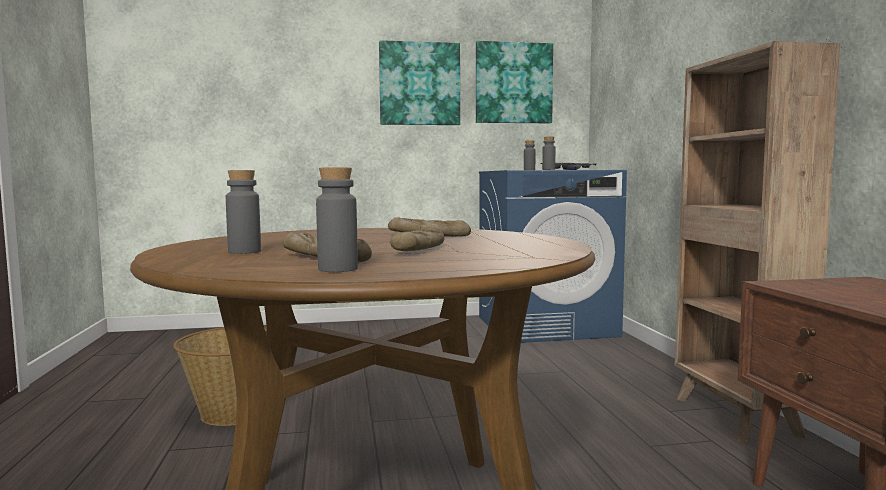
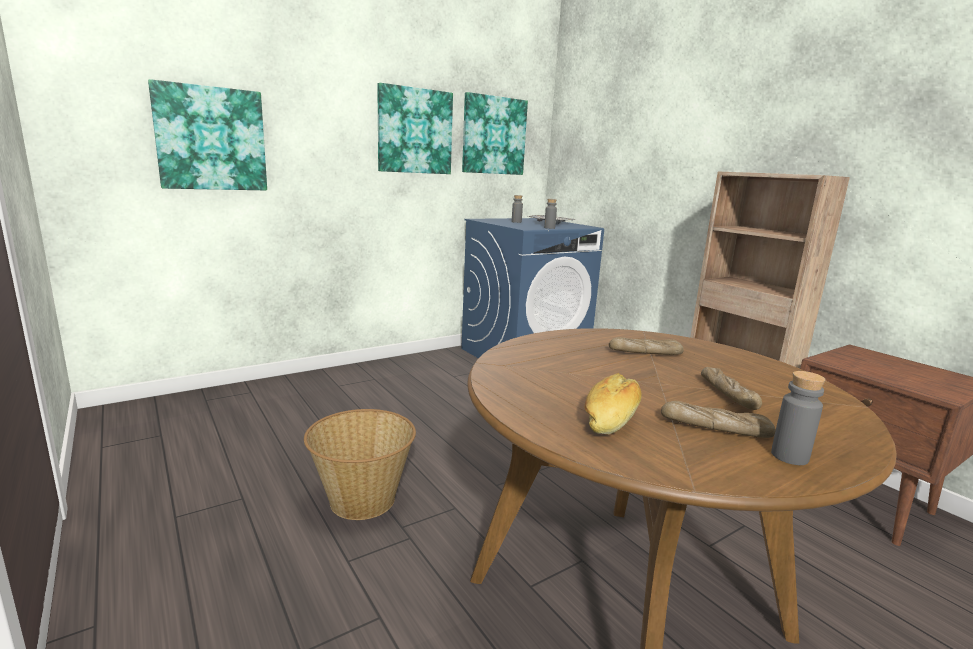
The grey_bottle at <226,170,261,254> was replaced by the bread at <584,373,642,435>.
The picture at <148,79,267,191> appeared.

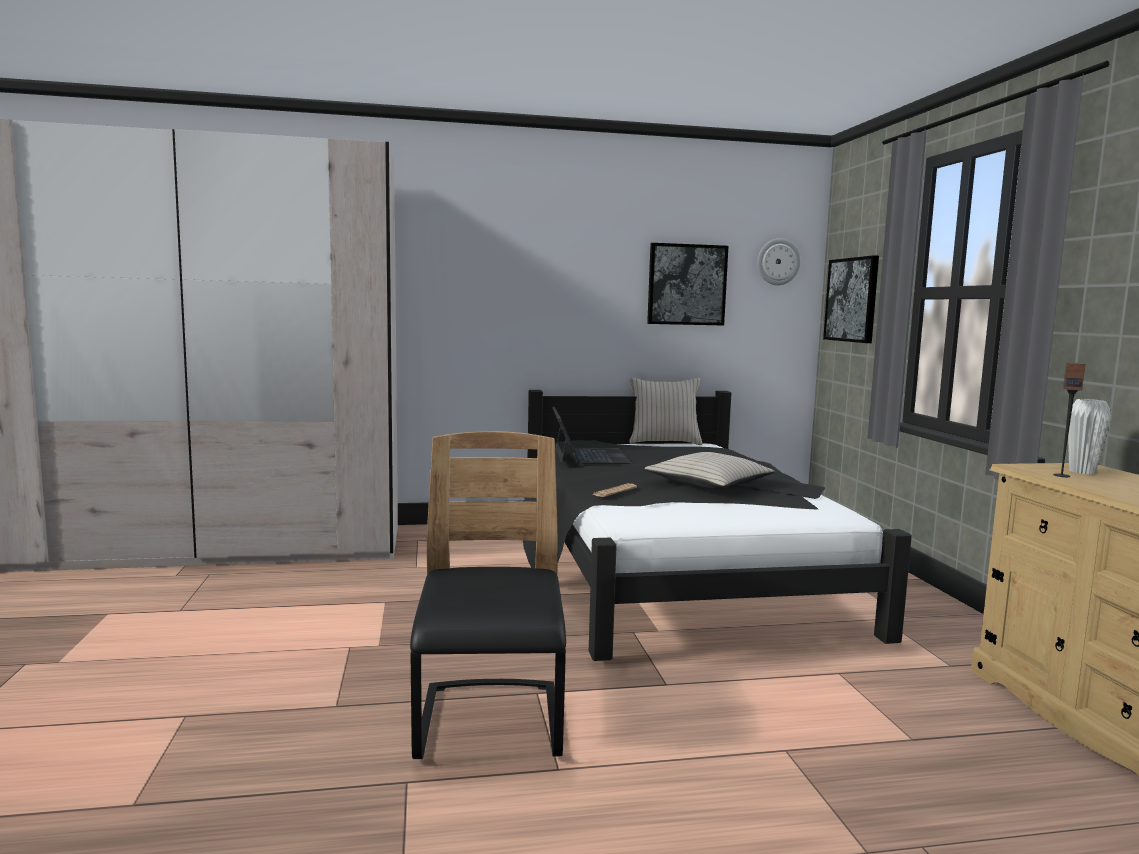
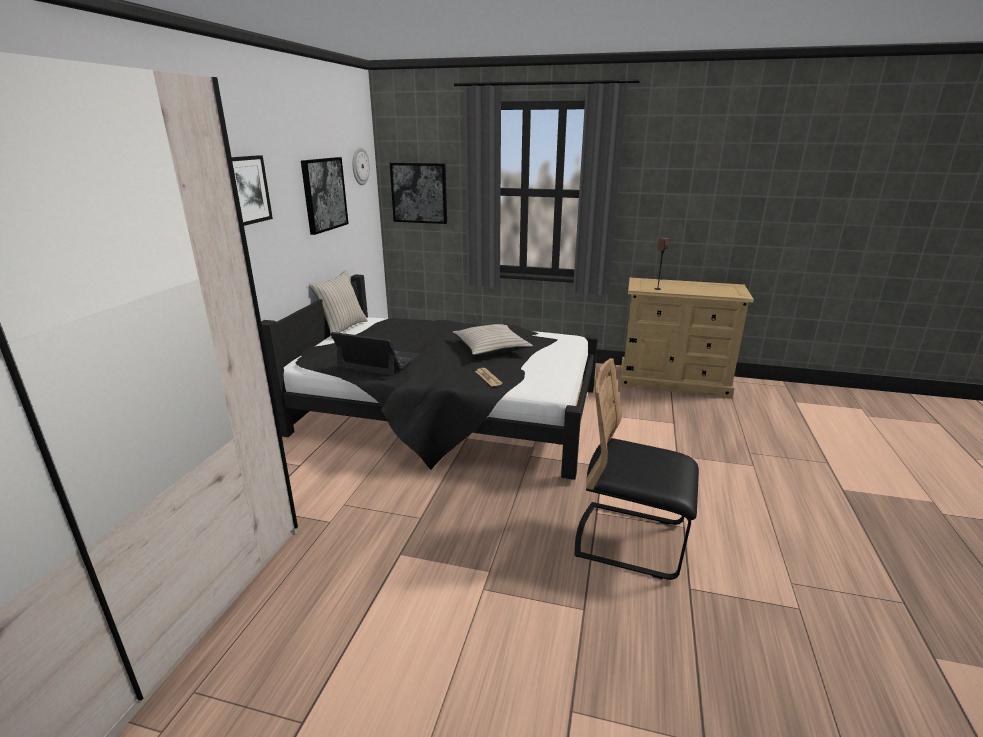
The white_vase at <1068,399,1112,474> disappeared.
The picture at <232,155,273,226> appeared.

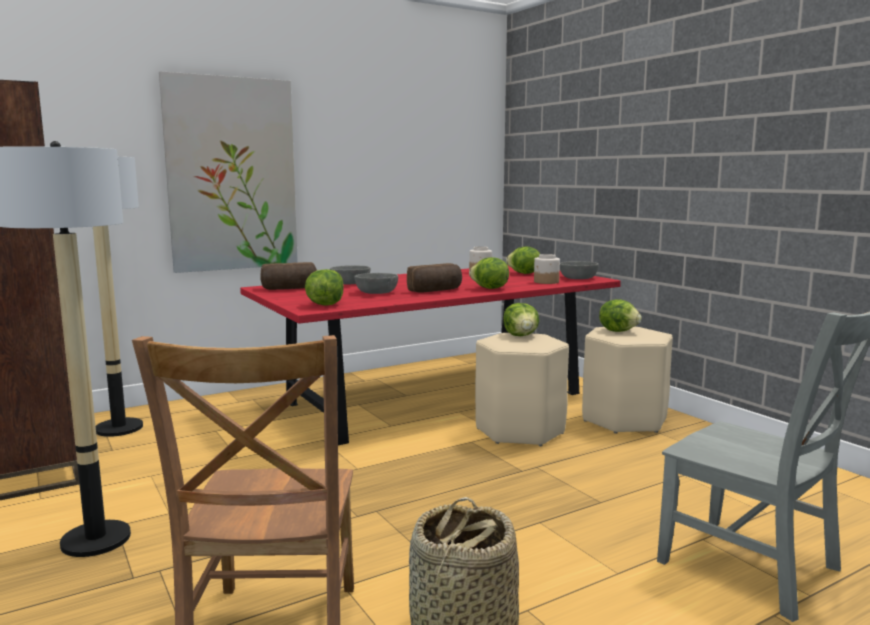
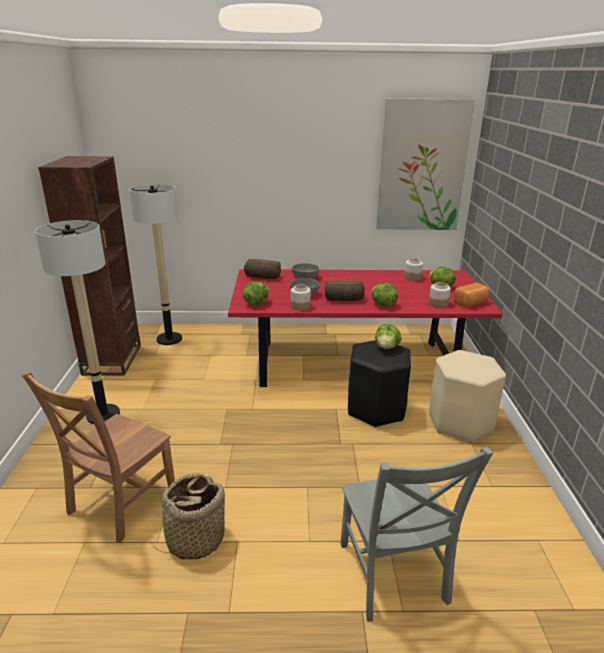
The picture moved from <159,71,298,273> to <376,98,475,230>.
The grey_bowl at <560,261,599,279> was replaced by the bread at <454,283,489,307>.
The lettuce at <599,299,642,332> disappeared.
The beige_stool at <475,333,569,446> became the black_stool at <348,340,411,428>.
The jar at <291,284,311,311> appeared.

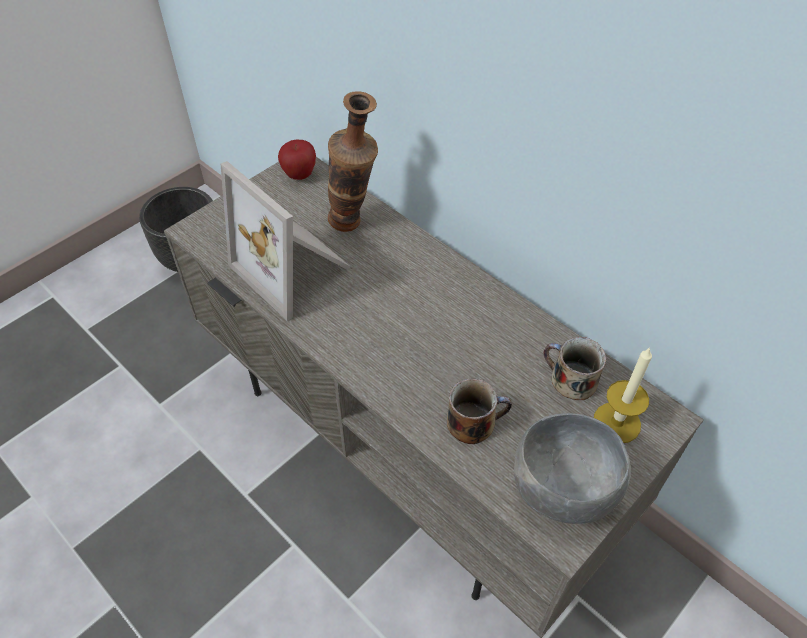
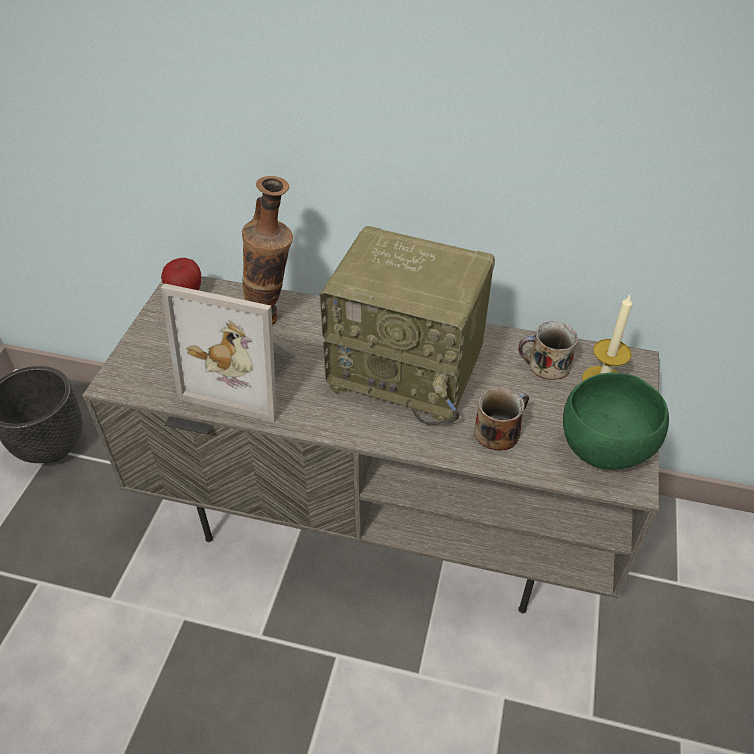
The grey_bowl at <514,413,631,524> became the green_bowl at <563,372,669,470>.
The radio at <320,226,495,425> appeared.

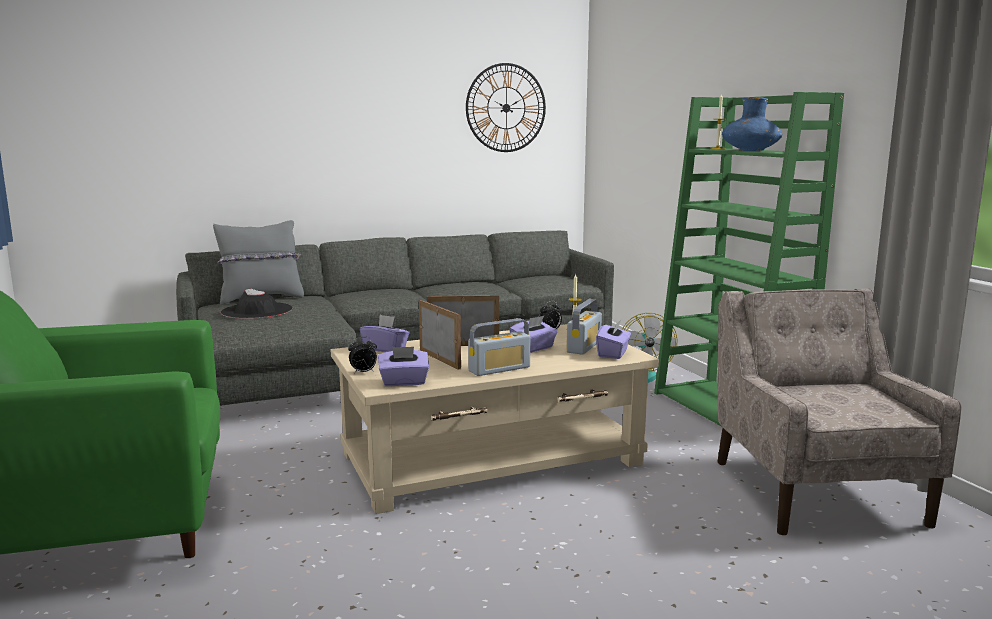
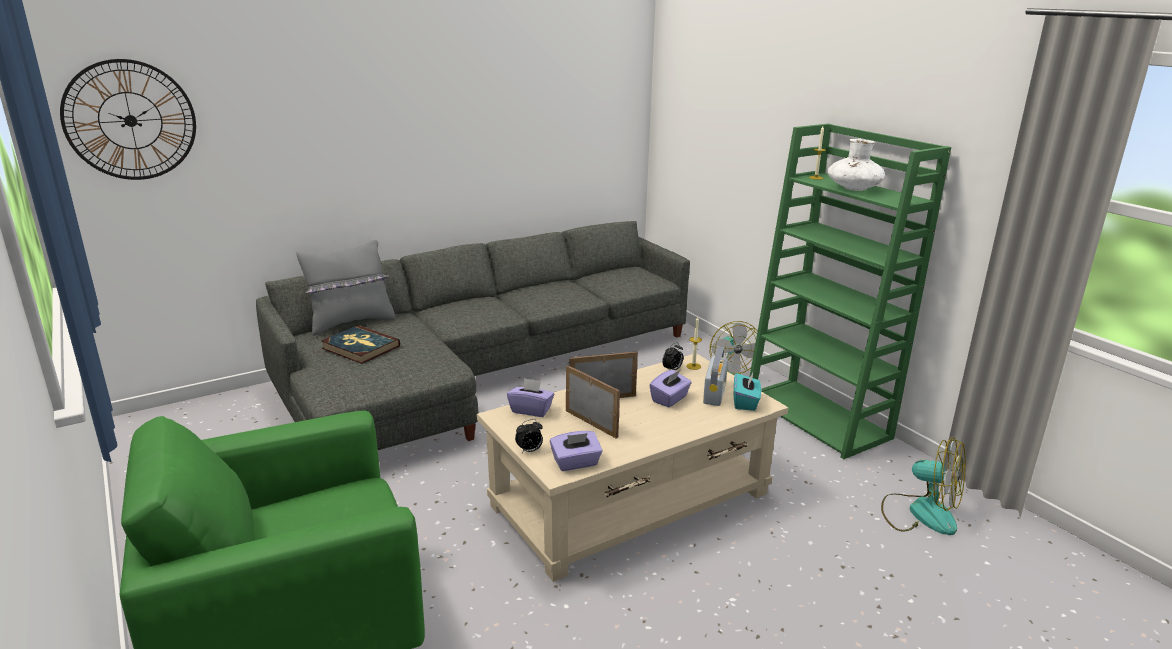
The wall_clock moved from <466,63,546,152> to <60,59,196,180>.
The blue_vase at <722,97,782,151> became the white_vase at <828,139,885,191>.
The beige_armchair at <718,288,961,535> was replaced by the fan at <881,437,966,535>.
The black_hat at <221,289,292,319> was replaced by the book at <321,325,400,364>.
The radio at <468,318,530,376> disappeared.
The purple_tissue_box at <596,319,631,359> became the turquoise_tissue_box at <734,373,761,411>.

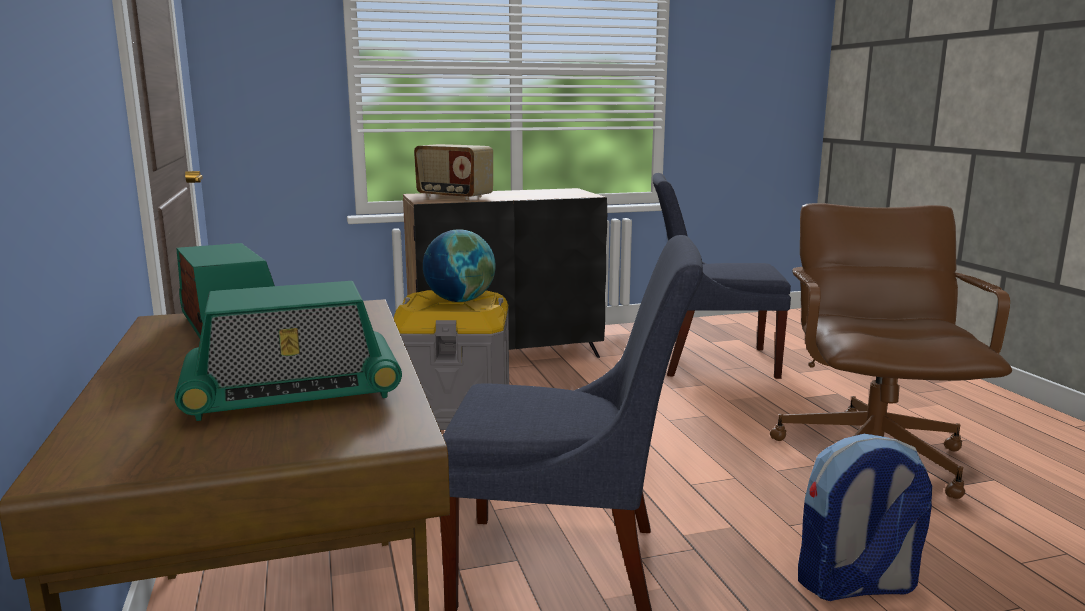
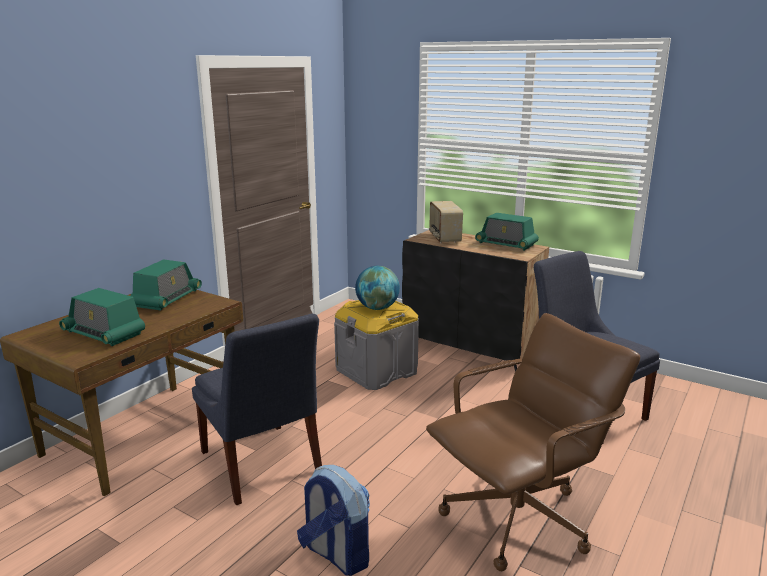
The radio at <475,213,539,251> appeared.

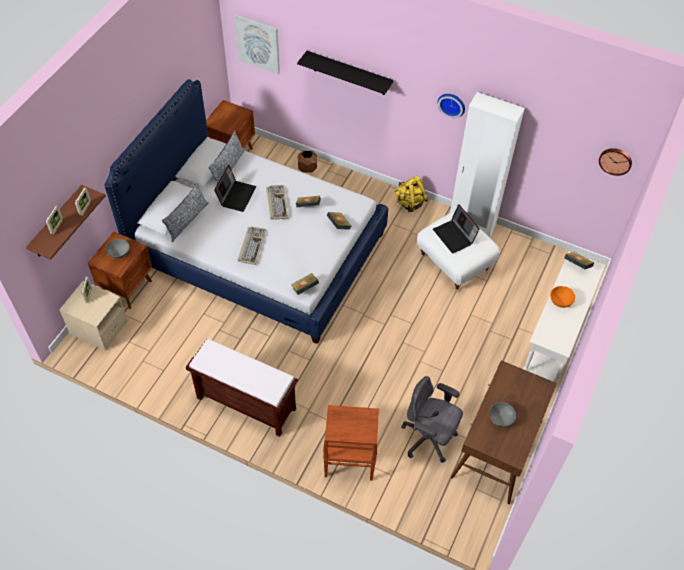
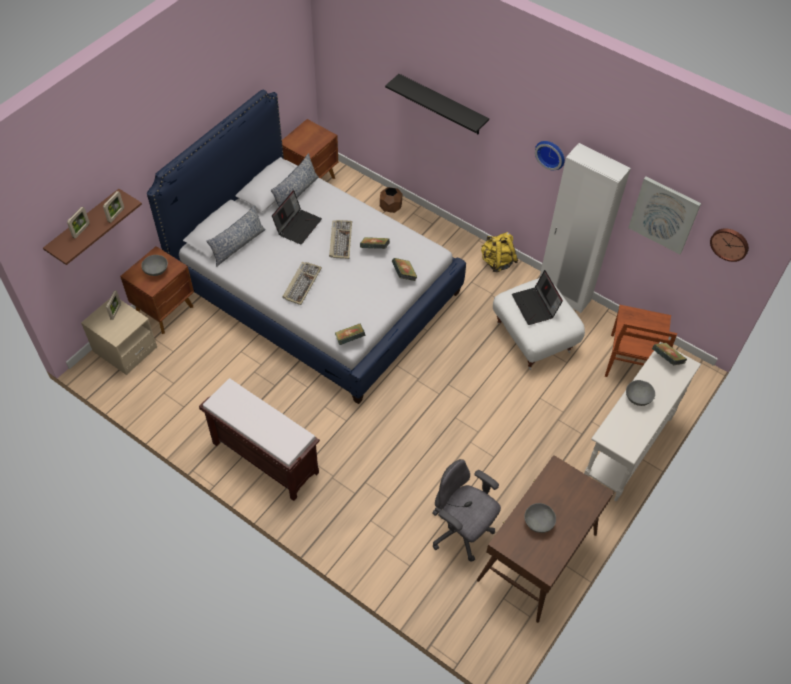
The picture moved from <234,14,280,74> to <628,177,701,254>.
The orange_bowl at <550,286,575,308> became the grey_bowl at <626,380,655,406>.
The brown_chair moved from <323,405,379,481> to <605,305,677,377>.

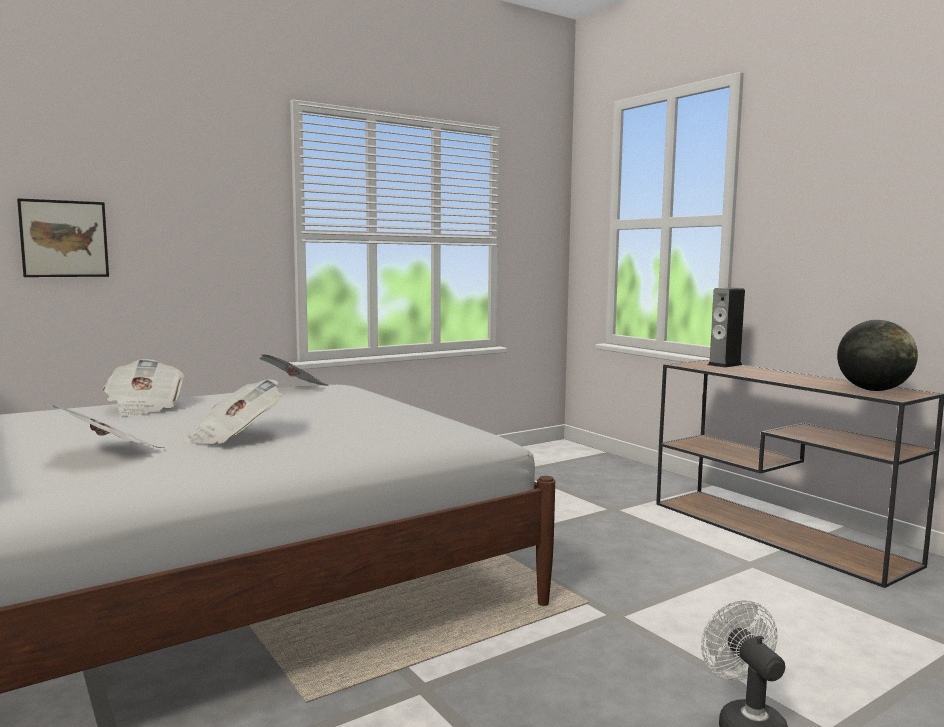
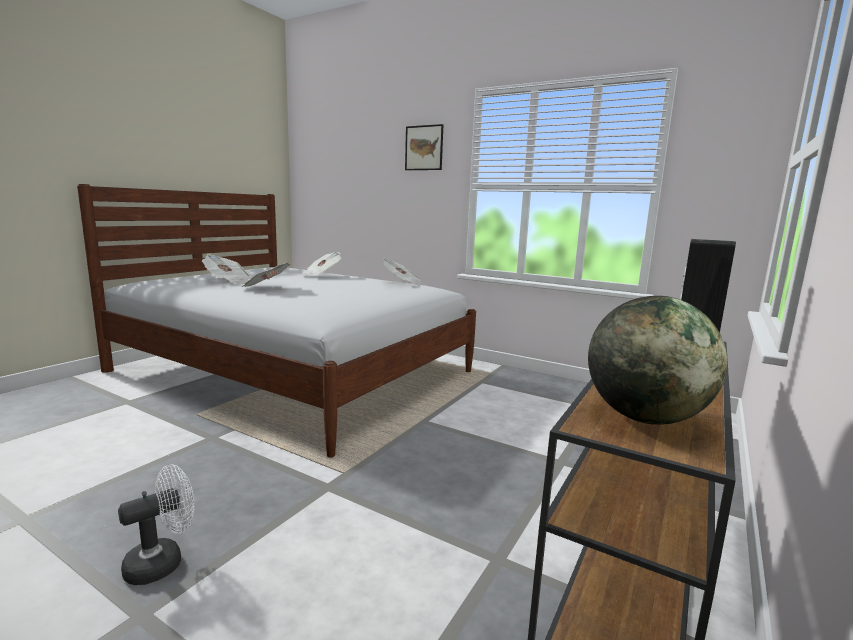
The picture moved from <17,198,109,277> to <405,124,443,170>.

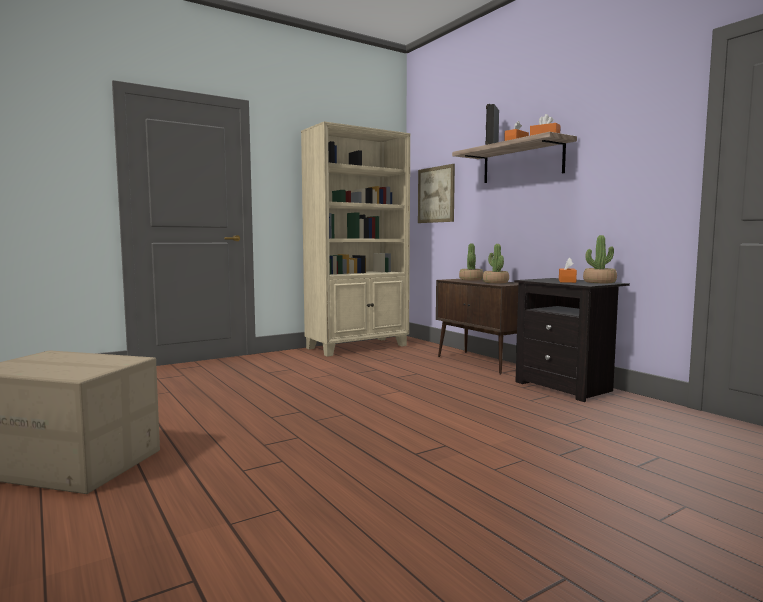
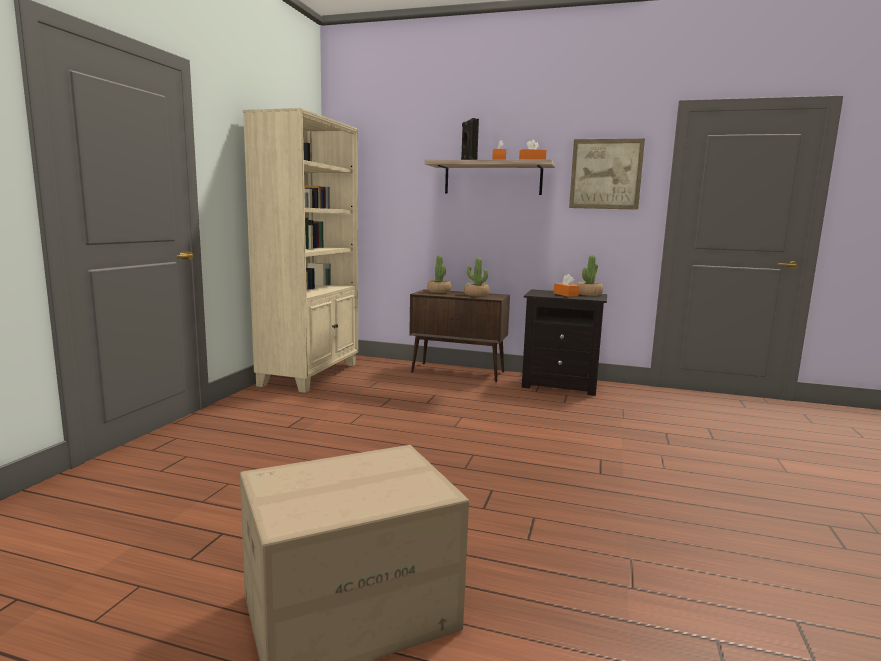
The picture moved from <418,164,455,223> to <569,139,645,210>.

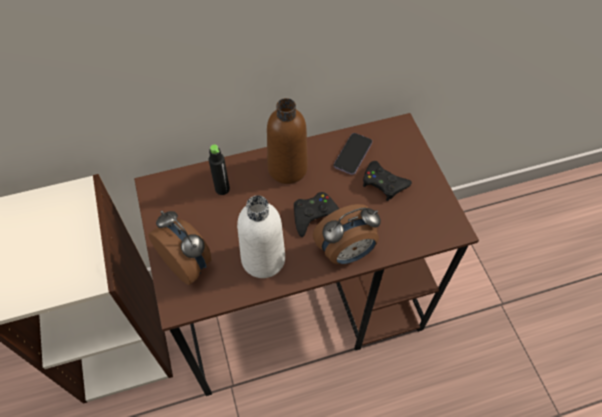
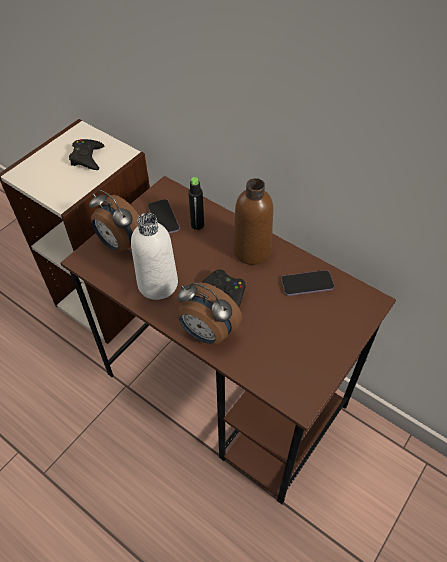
The black_game_controller moved from <363,161,412,201> to <69,139,105,170>.
The alarm_clock at <148,211,211,285> turned 120 degrees clockwise.
The phone at <148,199,180,234> appeared.

